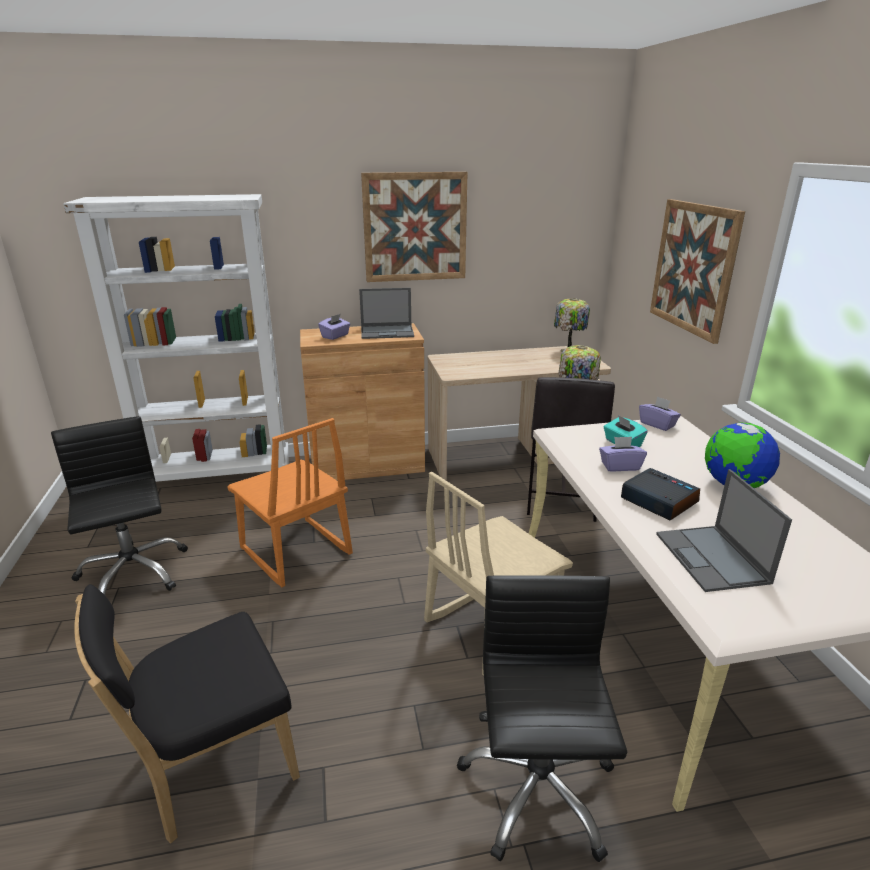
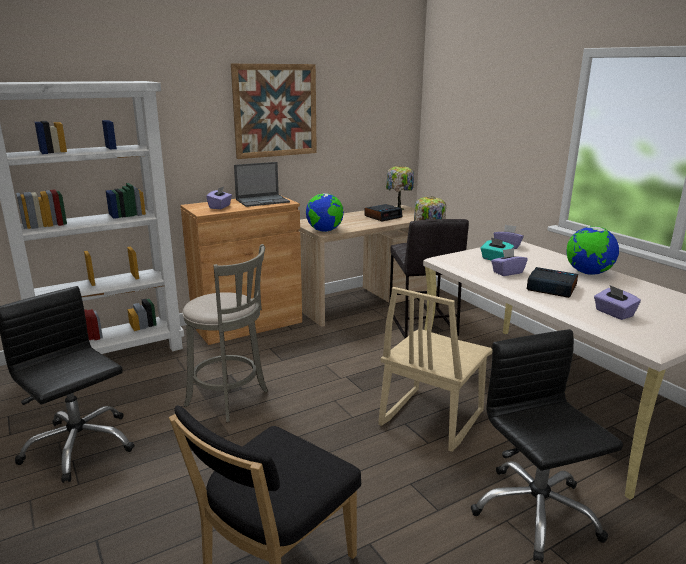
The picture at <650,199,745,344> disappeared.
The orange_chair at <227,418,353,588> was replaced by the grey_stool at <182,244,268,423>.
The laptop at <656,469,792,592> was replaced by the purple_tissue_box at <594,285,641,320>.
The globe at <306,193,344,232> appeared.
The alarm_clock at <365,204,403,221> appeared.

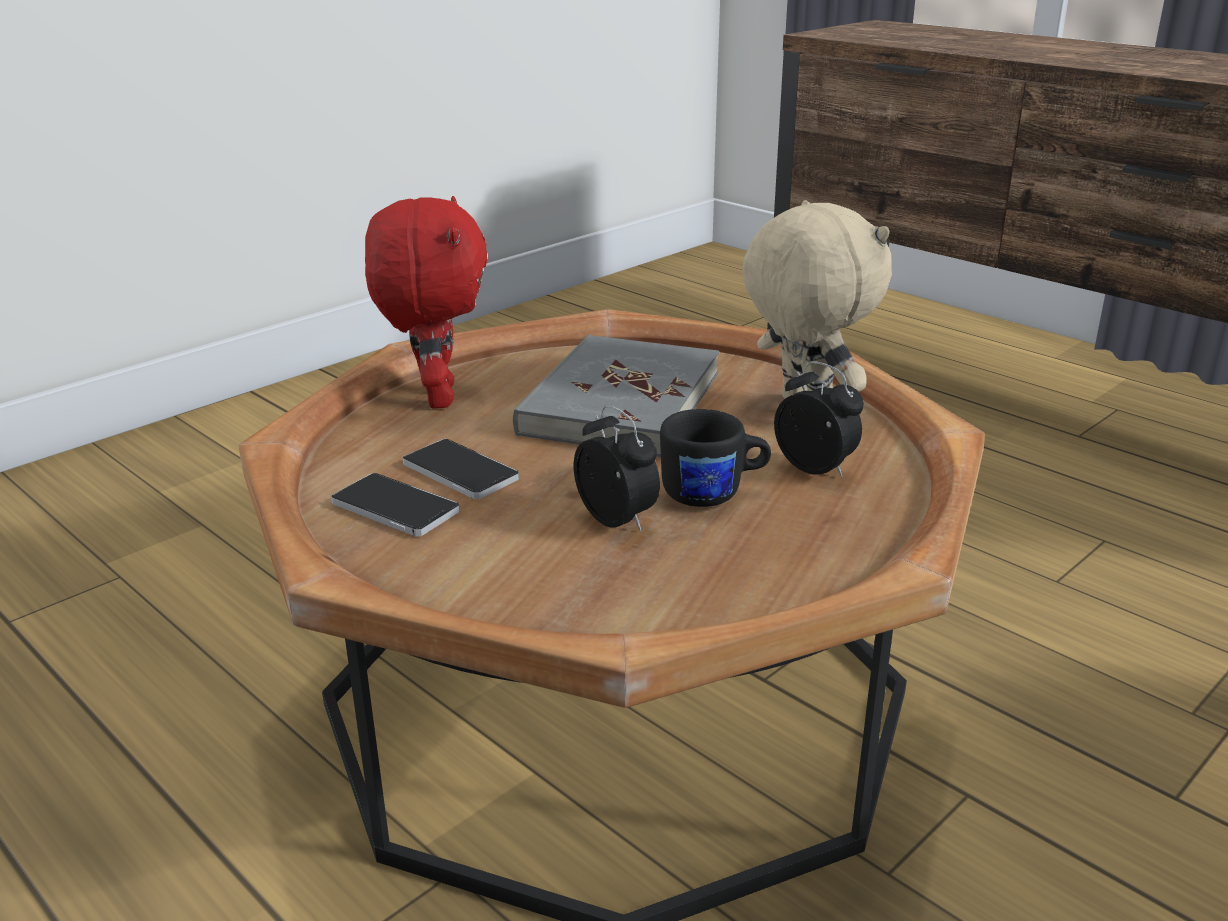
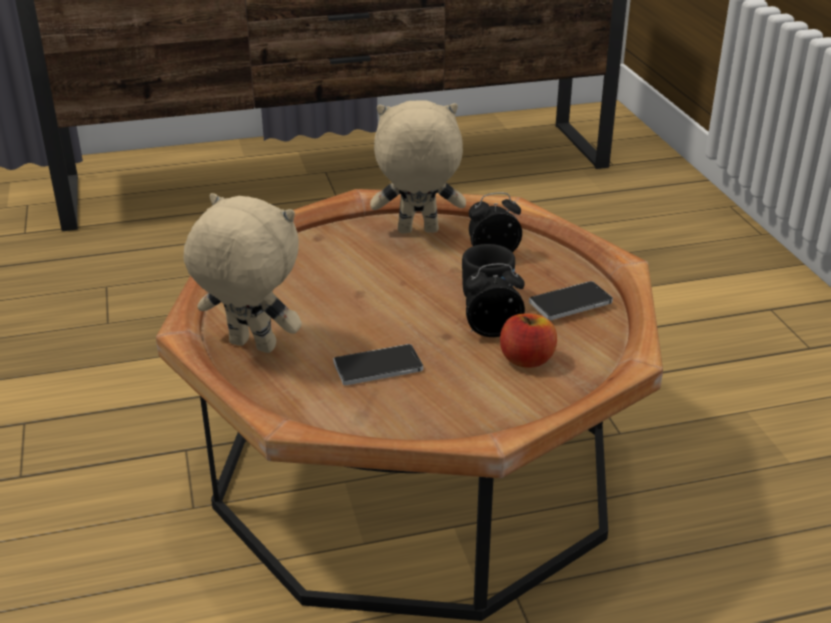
The red_plush_toy at <365,196,487,409> became the beige_plush_toy at <184,193,302,353>.
The grey_book at <513,334,719,457> disappeared.
The phone moved from <331,473,460,537> to <529,281,613,320>.
The apple at <500,313,557,368> appeared.

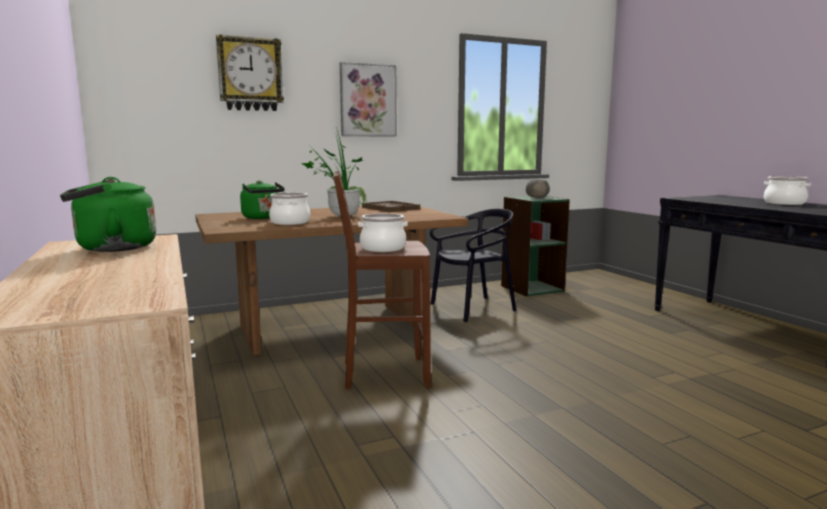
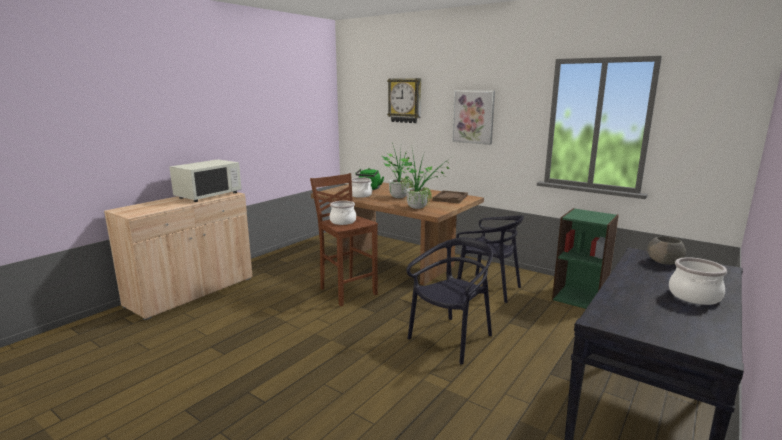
The green_kettle at <60,177,156,252> was replaced by the white_microwave at <169,159,242,202>.
The grey_bowl moved from <526,180,550,198> to <647,236,686,265>.
The potted_plant at <400,150,450,209> appeared.
The black_chair at <406,238,493,365> appeared.

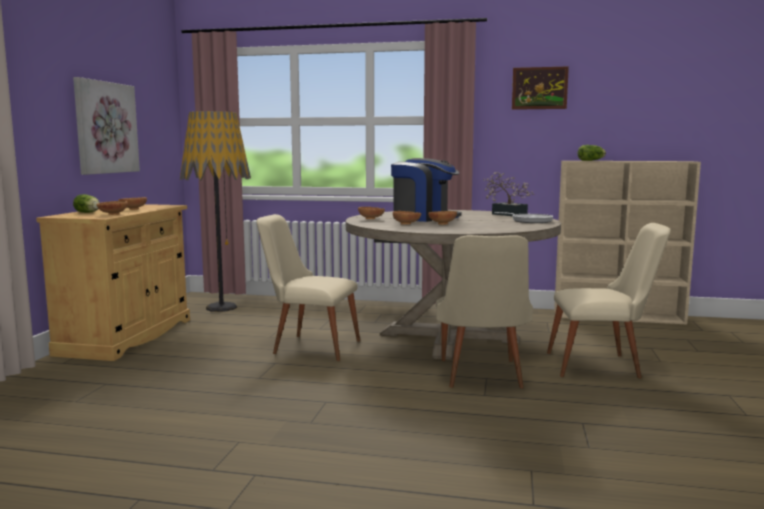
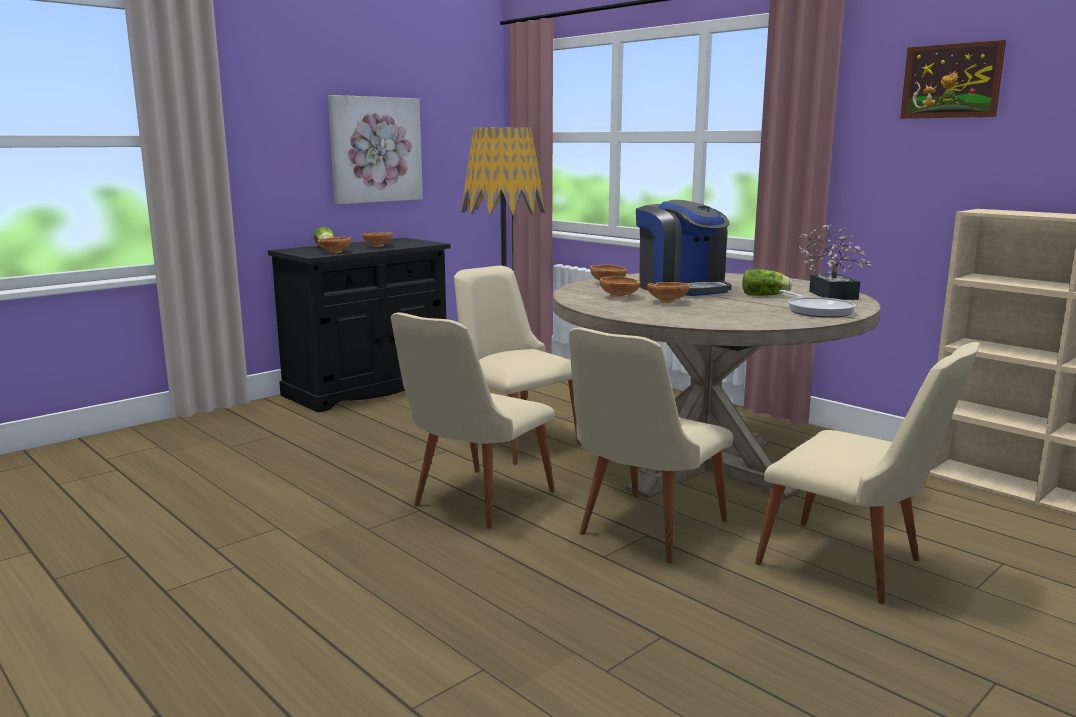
The lettuce moved from <578,145,606,161> to <742,269,792,296>.
The beige_cabinet at <36,204,190,361> became the black_cabinet at <268,238,450,412>.
The beige_chair at <391,312,555,529> appeared.

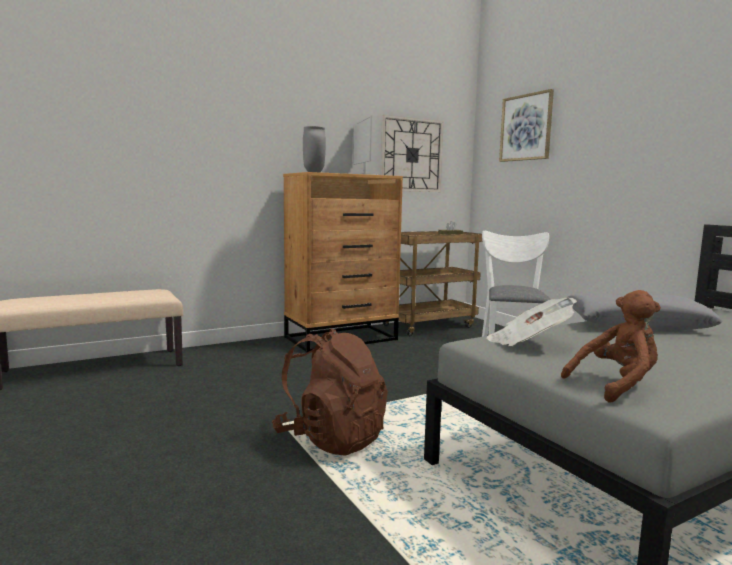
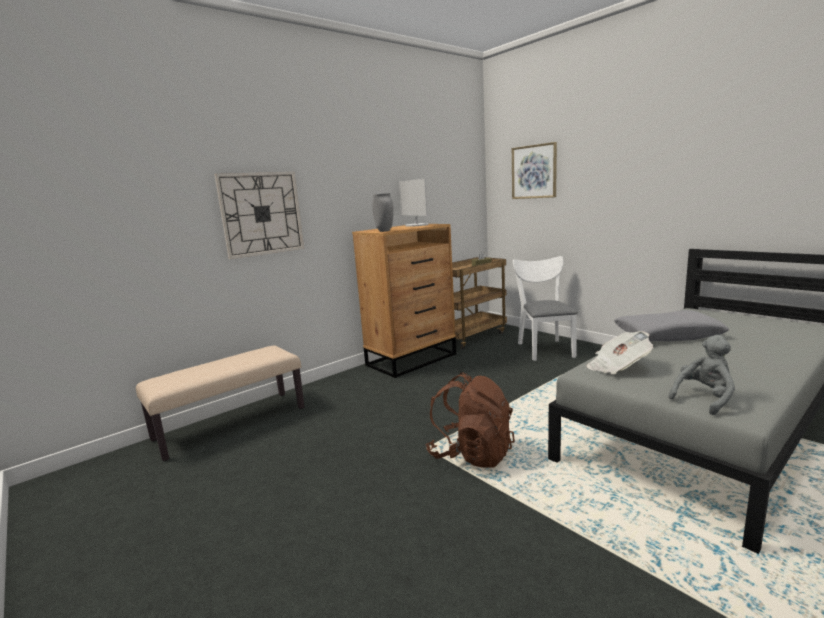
The wall_clock moved from <381,115,443,192> to <214,172,304,259>.
The brown_plush_toy at <561,290,661,403> became the grey_plush_toy at <668,335,735,415>.

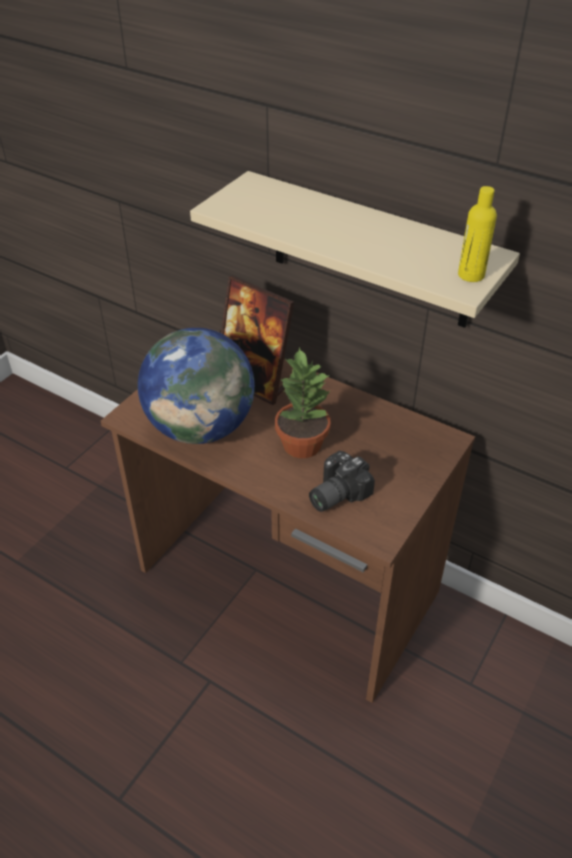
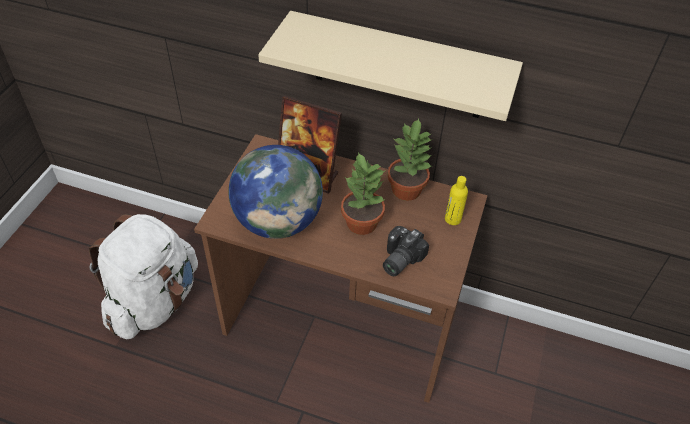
The yellow_bottle moved from <458,186,497,282> to <445,176,468,225>.
The potted_plant at <388,118,433,201> appeared.
The white_backpack at <89,214,198,339> appeared.

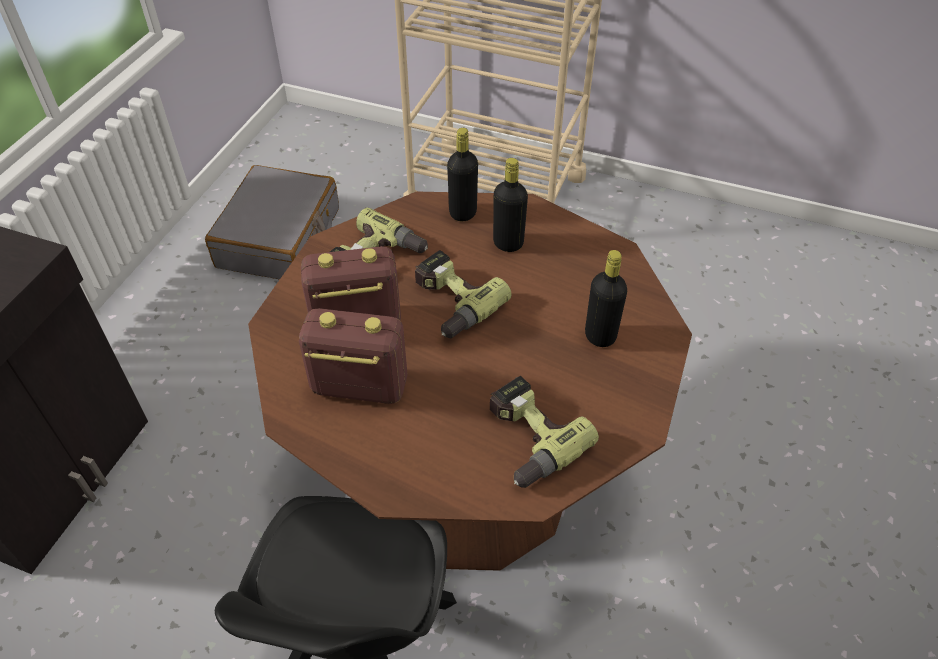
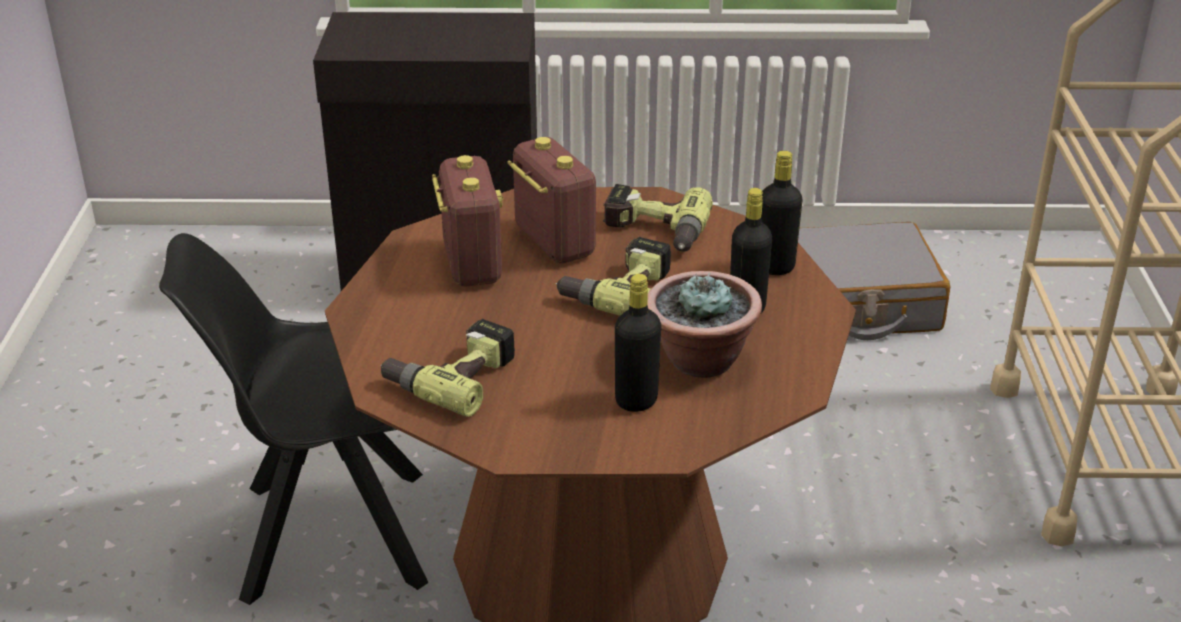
The potted_plant at <647,271,762,378> appeared.

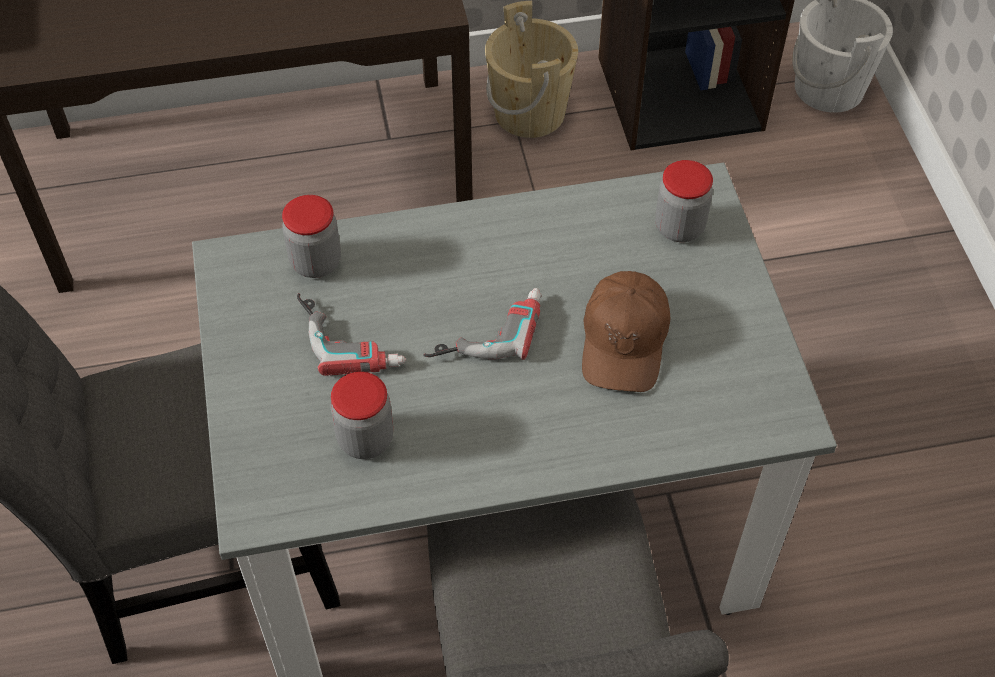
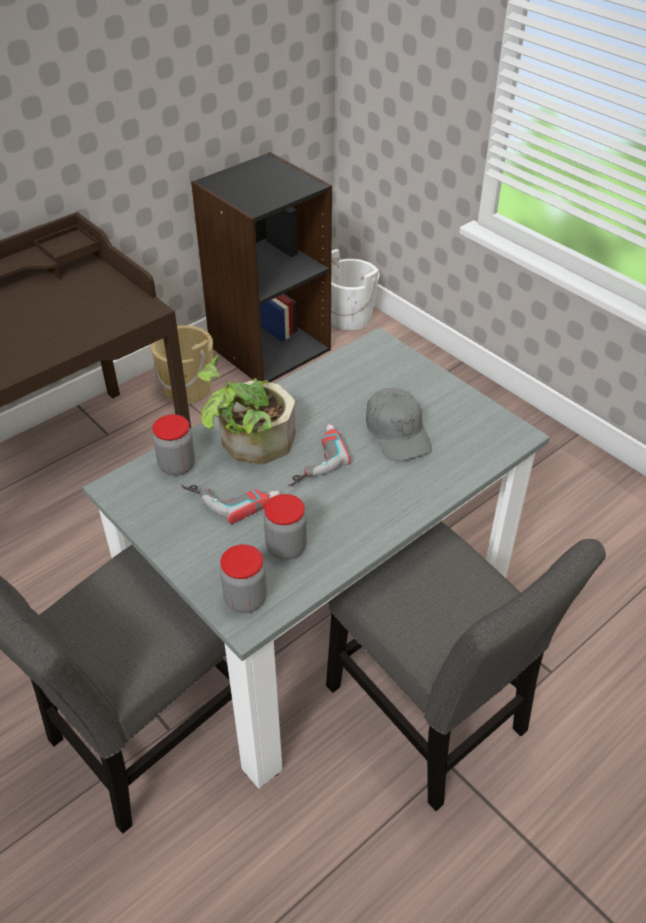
The jar moved from <655,160,713,242> to <220,544,267,613>.
The brown_cap at <582,271,670,392> became the grey_cap at <366,388,432,461>.
The potted_plant at <198,355,295,464> appeared.

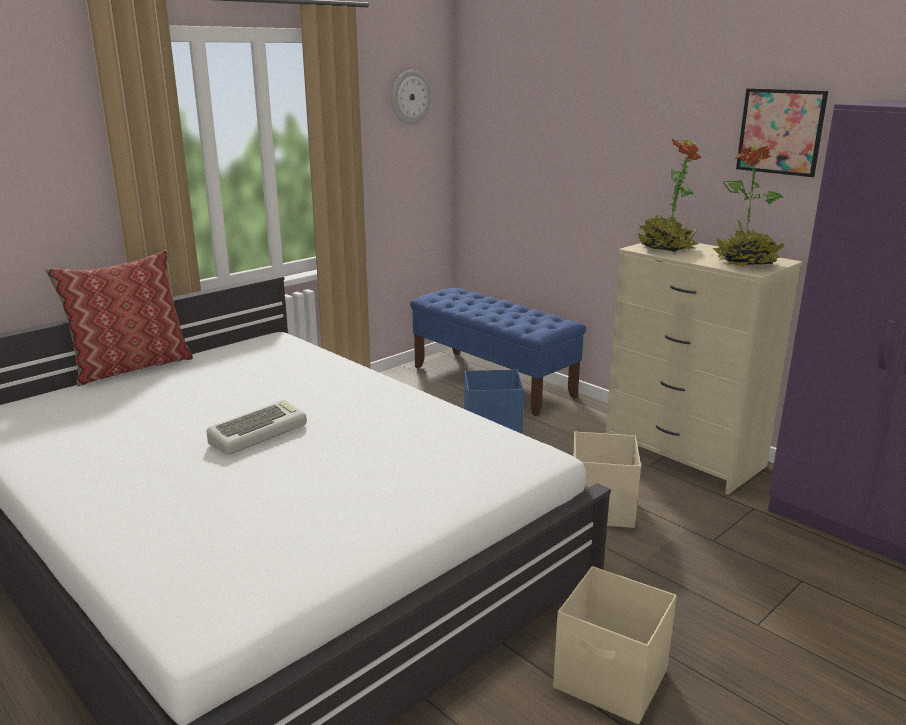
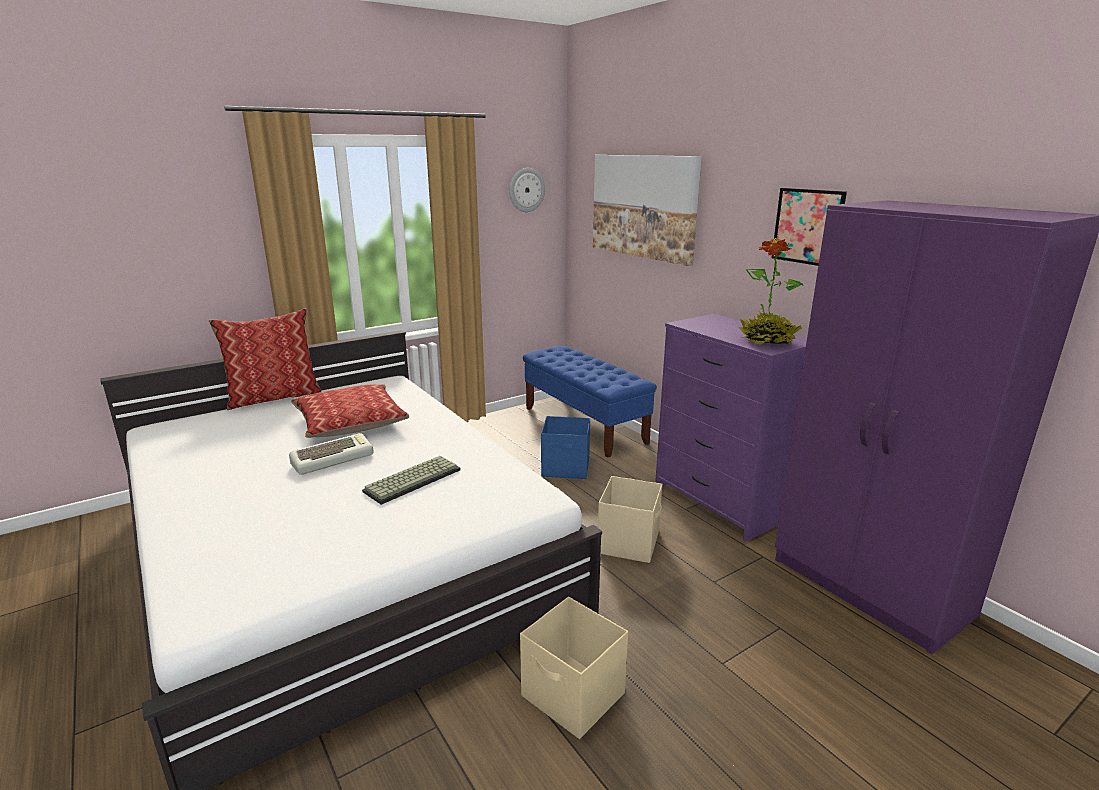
The potted_plant at <638,139,701,252> disappeared.
The beige_dresser at <606,242,803,495> became the purple_dresser at <655,314,807,542>.
The picture at <593,155,702,266> appeared.
The pillow at <291,384,409,438> appeared.
The keyboard at <362,456,461,505> appeared.

